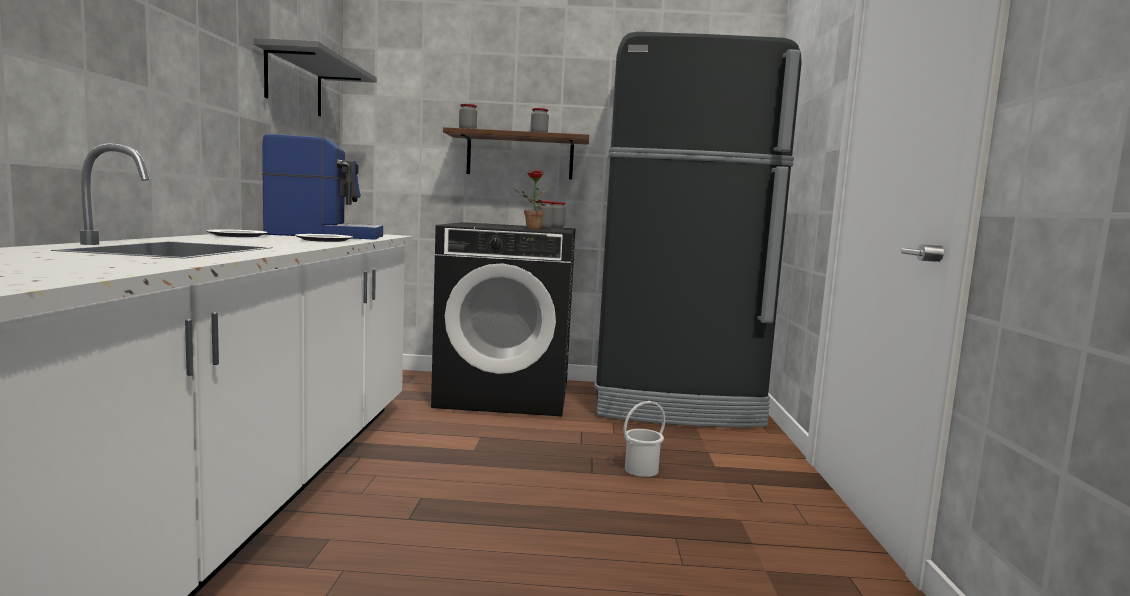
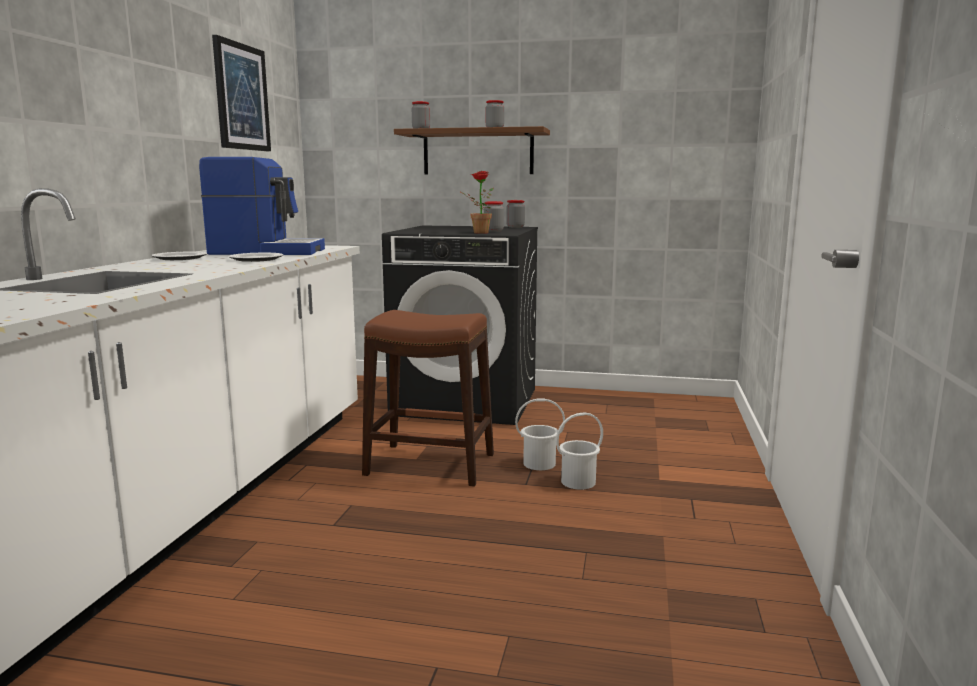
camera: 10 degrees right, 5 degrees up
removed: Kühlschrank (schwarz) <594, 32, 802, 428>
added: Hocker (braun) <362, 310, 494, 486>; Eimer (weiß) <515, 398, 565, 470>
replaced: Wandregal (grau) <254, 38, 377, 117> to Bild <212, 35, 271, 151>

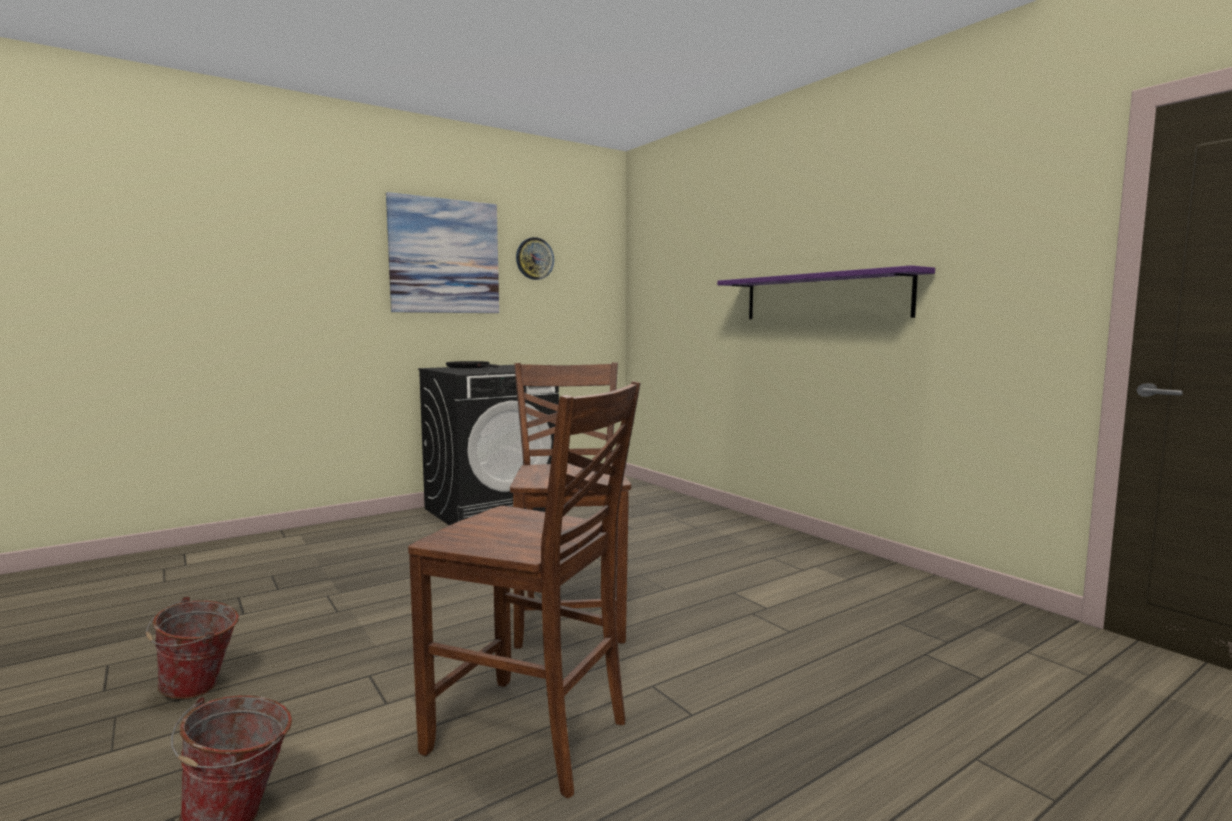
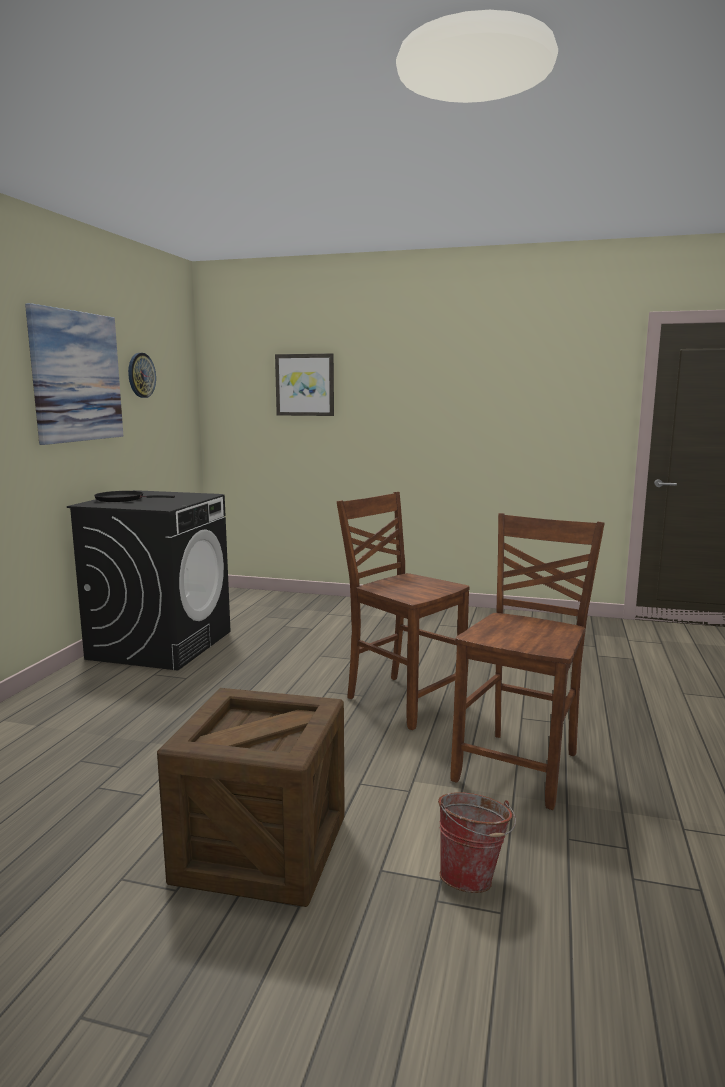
camera: 40 degrees left, 5 degrees up
removed: Wandregal (lila) <717, 265, 935, 319>
added: Bild <275, 353, 334, 416>
replaced: Eimer <146, 597, 239, 699> to Kiste <157, 688, 345, 907>
turned: Stuhl (braun) <408, 381, 640, 798> = <450, 513, 605, 810> 45 degrees counterclockwise

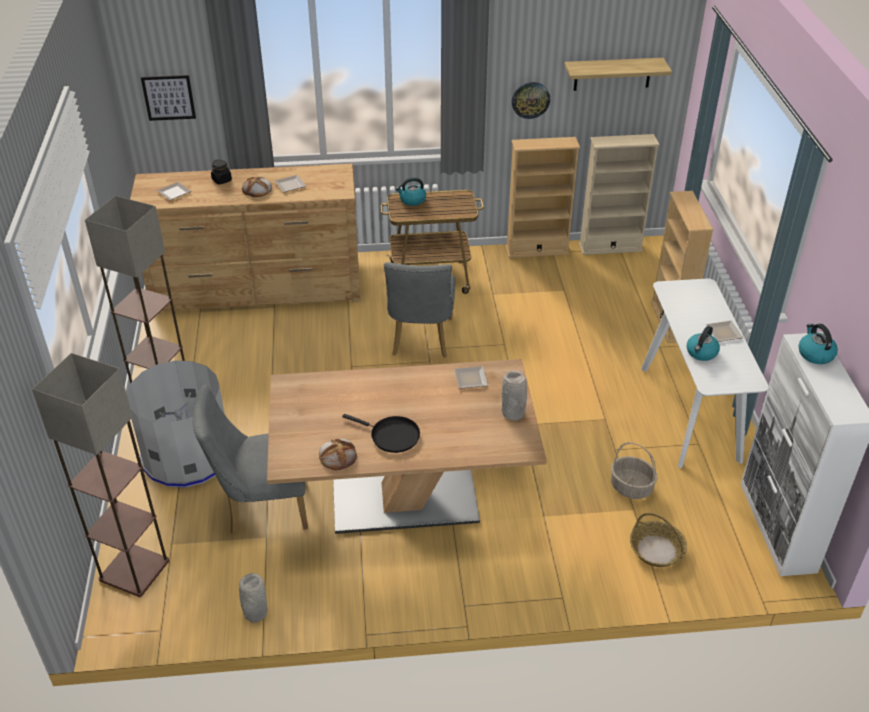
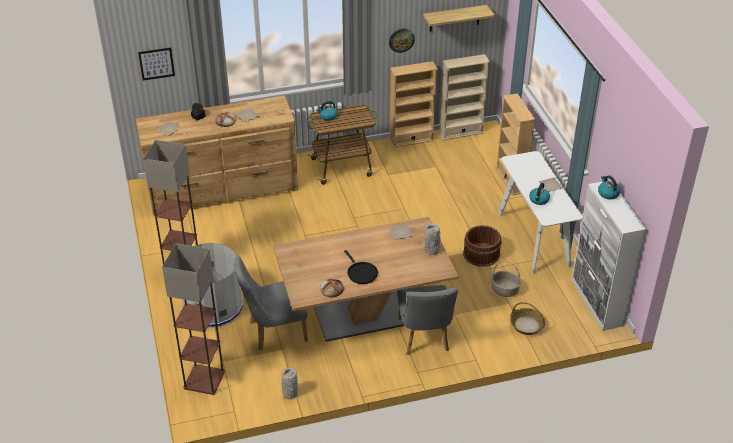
camera: 10 degrees left, 0 degrees up
added: Eimer (braun) <463, 225, 502, 267>
moved: Stuhl (grau) <384, 262, 455, 358> to <397, 285, 458, 354>
turned: Pfanne (schwarz) <342, 414, 420, 453> = <344, 250, 378, 284> 45 degrees clockwise

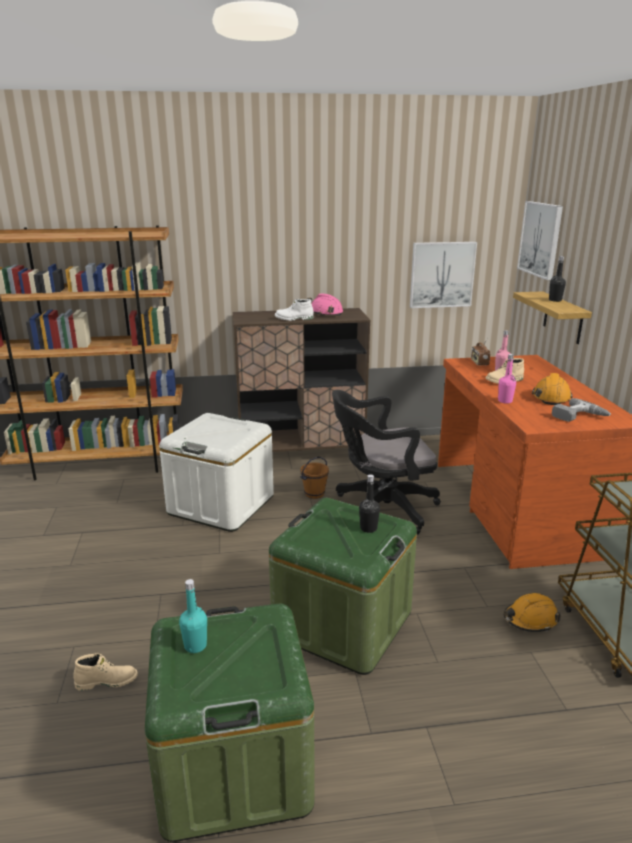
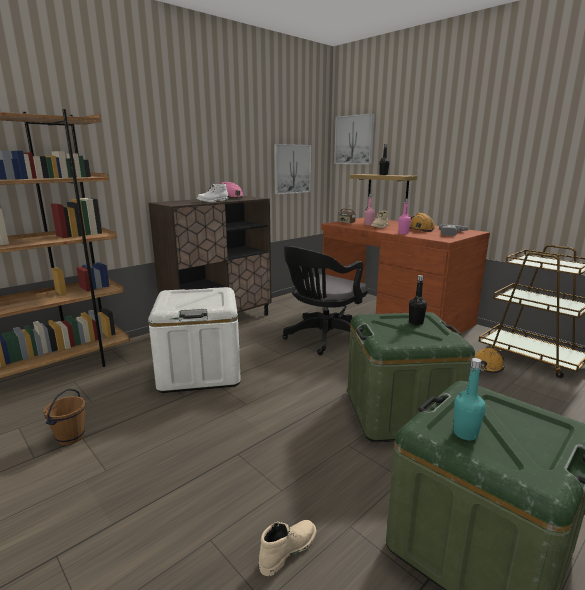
camera: 35 degrees left, 5 degrees down
moved: Eimer (braun) <300, 457, 329, 499> to <43, 389, 86, 445>

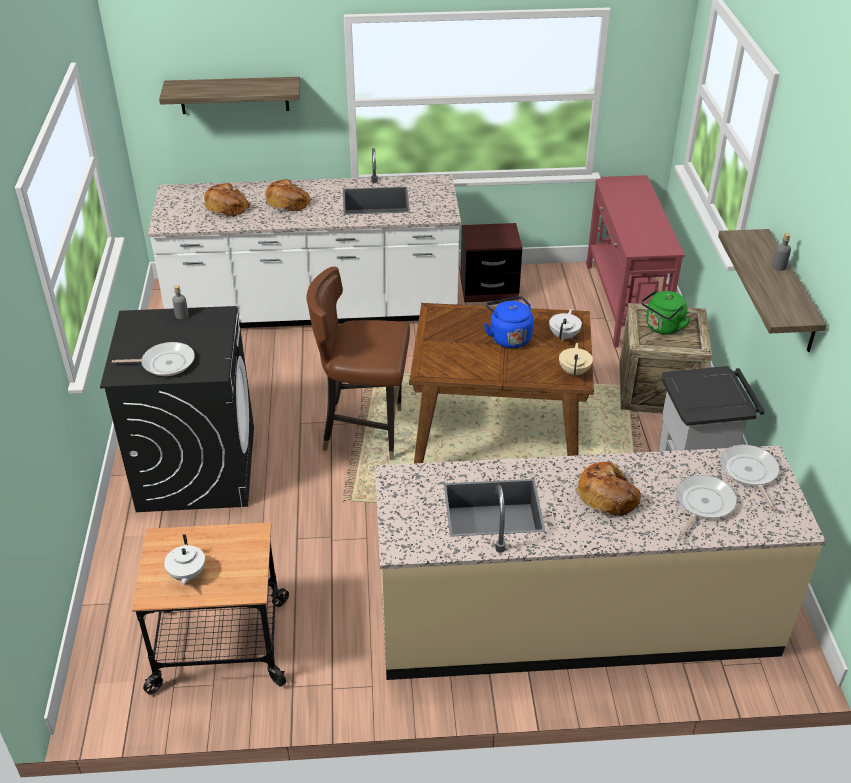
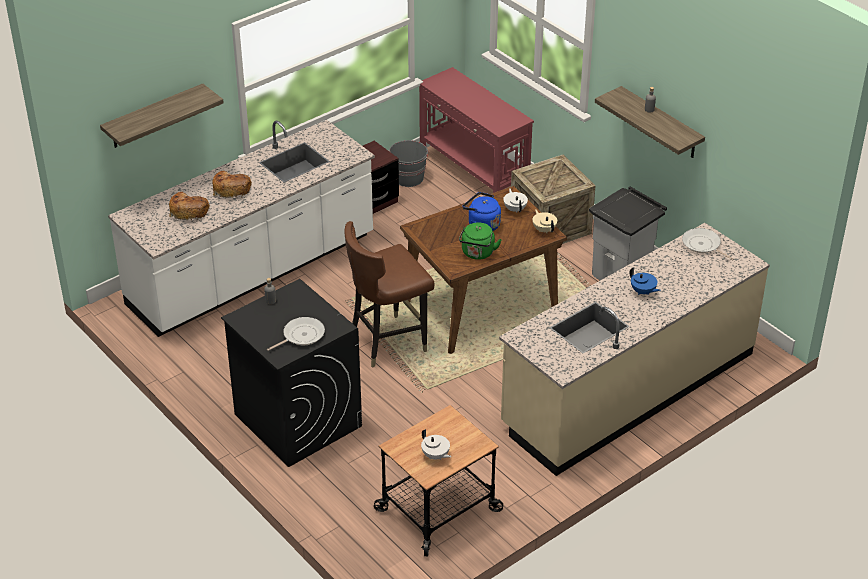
camera: 35 degrees left, 0 degrees up
removed: Pfanne <676, 475, 737, 538>
added: Eimer (grau) <389, 140, 429, 187>
moved: Wasserkessel (grün) <641, 290, 690, 335> to <459, 222, 502, 260>
replaced: Brot <575, 462, 641, 517> to Teekanne (blau) <629, 267, 661, 295>

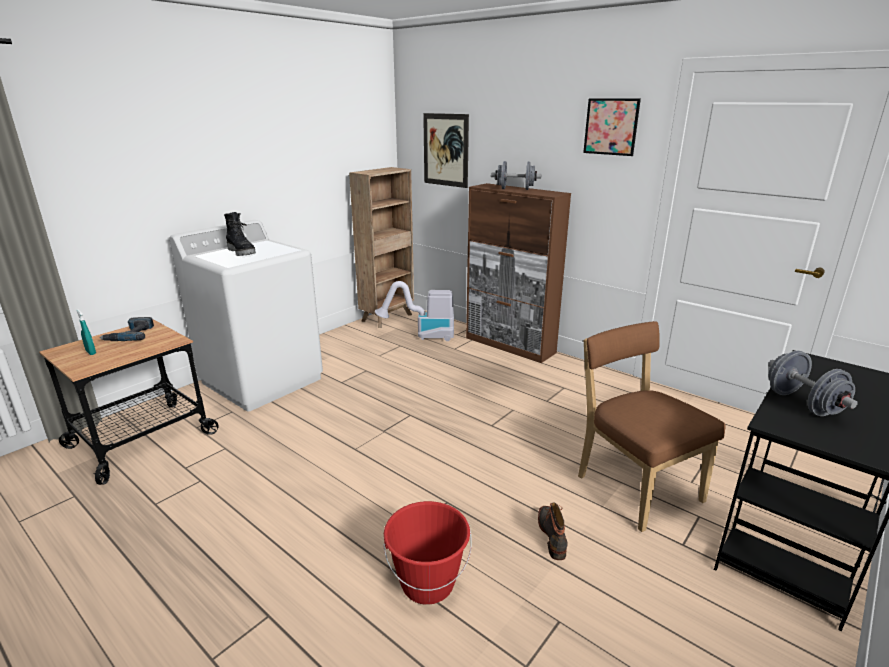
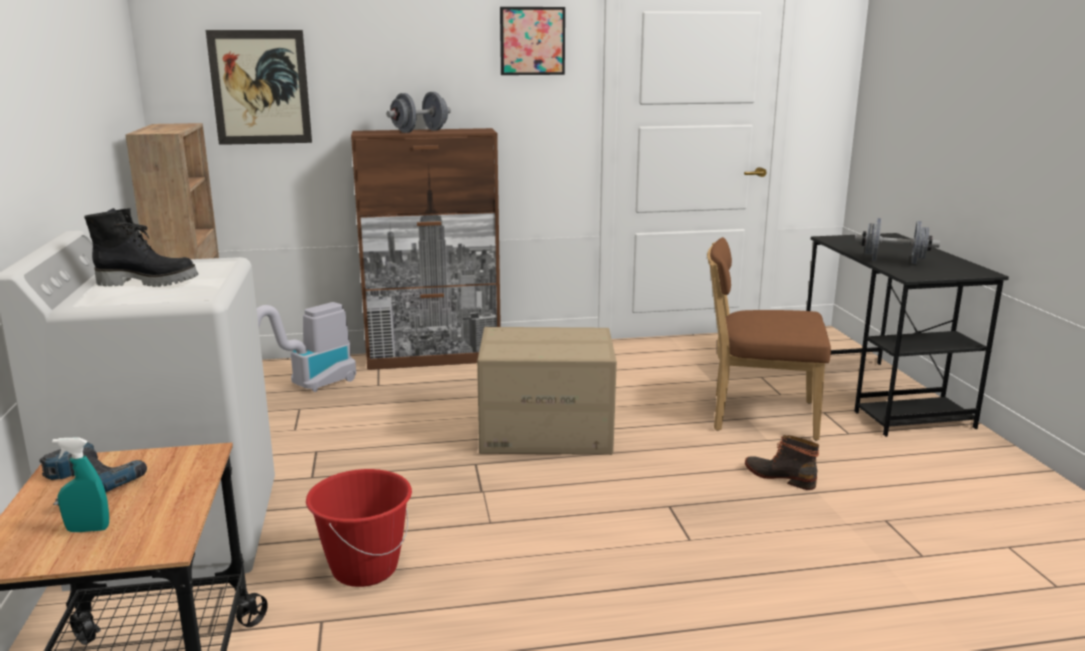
camera: 50 degrees left, 5 degrees down
added: Karton <477, 327, 617, 455>
moved: Eimer (rot) <383, 501, 472, 605> to <306, 469, 412, 587>

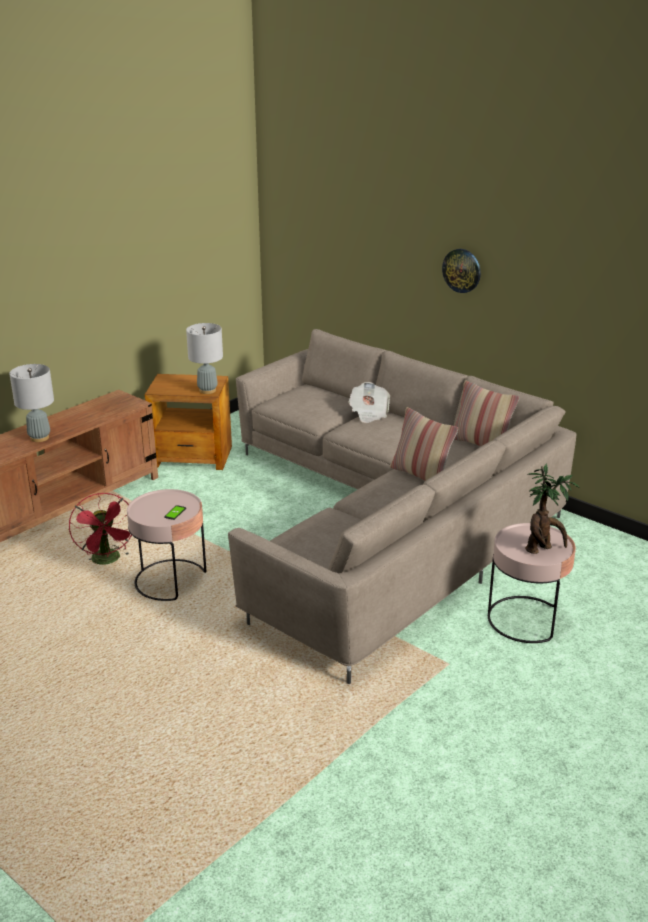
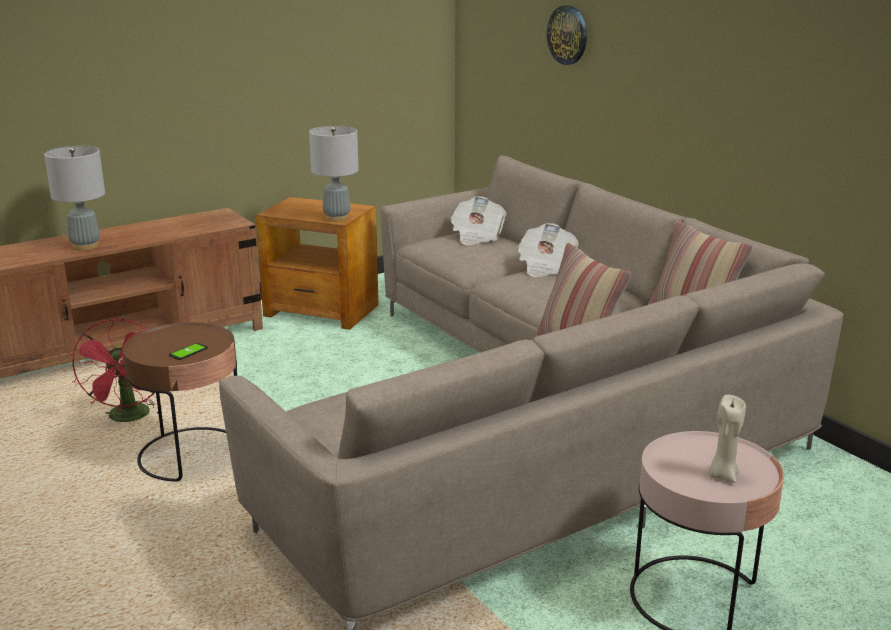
camera: 15 degrees right, 5 degrees down
added: Zeitung <450, 196, 507, 245>
moved: Wanduhr <442, 249, 481, 293> to <547, 5, 587, 65>
replaced: Topfpflanze <525, 463, 580, 554> to Kerze (beige) <708, 395, 746, 483>
recoloured: Beistelltisch (rosa) <127, 489, 206, 601> to Beistelltisch (braun) <123, 322, 237, 481>

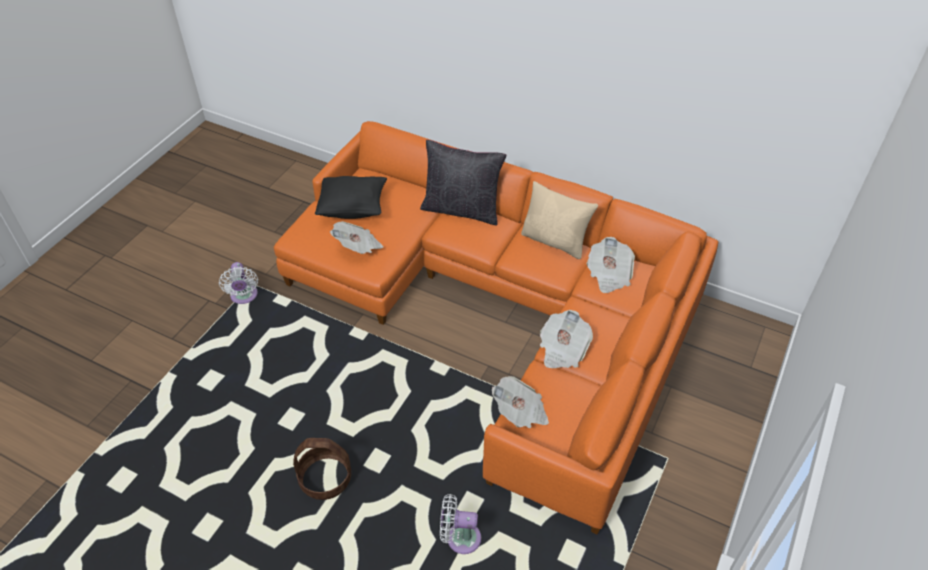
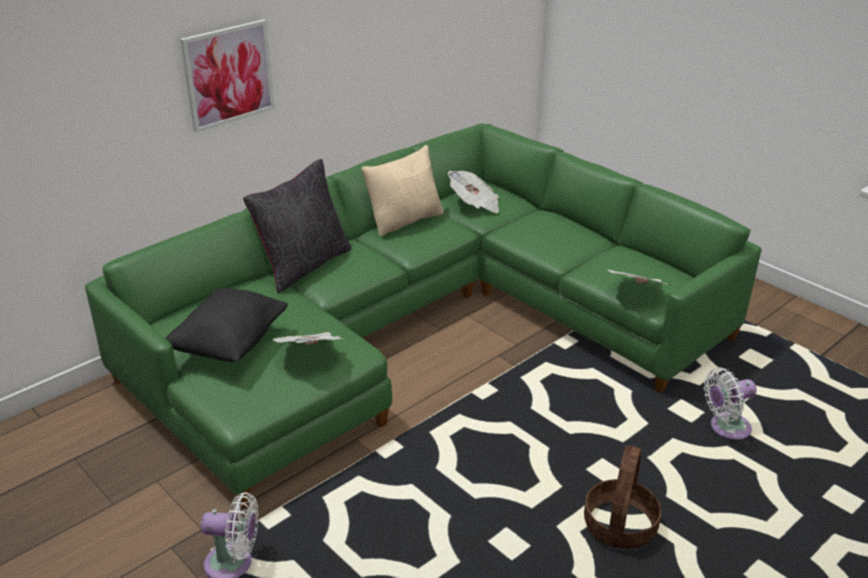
camera: 70 degrees left, 15 degrees down
removed: Zeitung <540, 310, 593, 368>
added: Bild <180, 19, 275, 133>
recoloured: Sofa (orange) <274, 121, 718, 534> to Sofa (grün) <85, 124, 762, 509>
turned: Ventilator (weiß) <440, 494, 481, 554> = <704, 367, 757, 440> 45 degrees clockwise

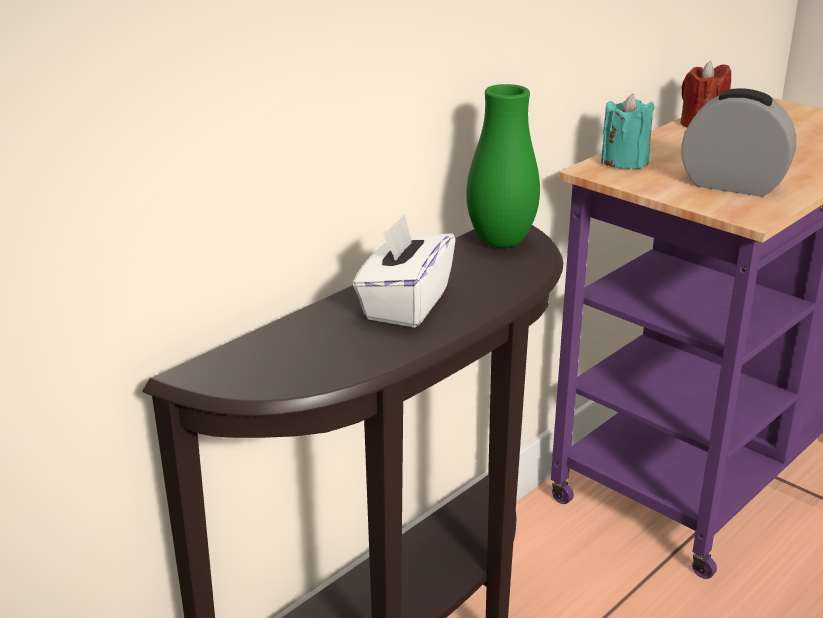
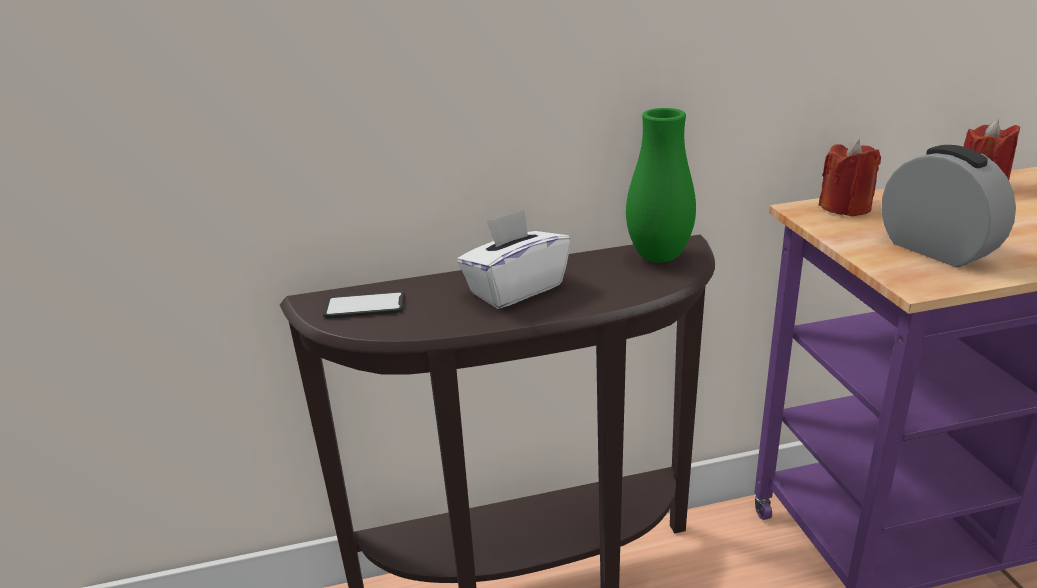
camera: 35 degrees right, 0 degrees up
added: Handy <323, 291, 405, 319>
recoloured: Kerze (türkis) <601, 93, 655, 169> to Kerze (rot) <819, 139, 881, 216>

